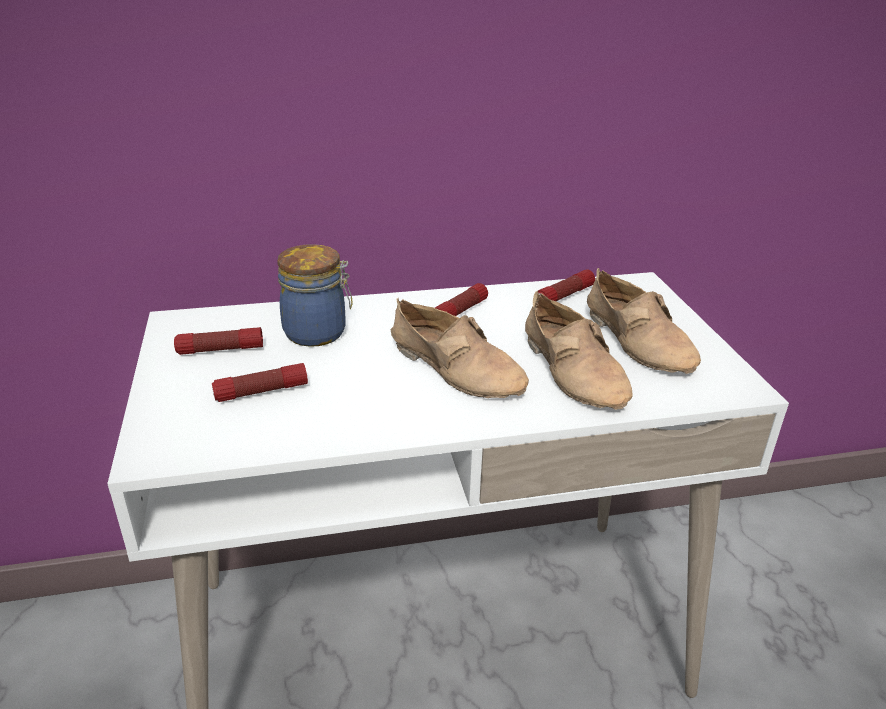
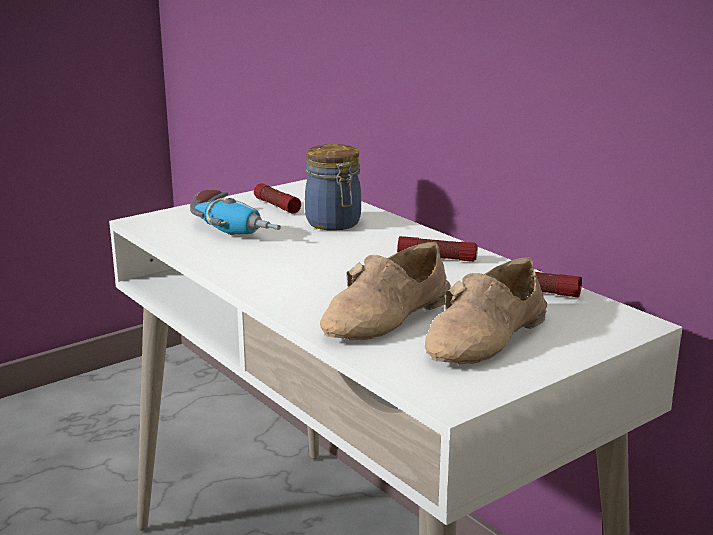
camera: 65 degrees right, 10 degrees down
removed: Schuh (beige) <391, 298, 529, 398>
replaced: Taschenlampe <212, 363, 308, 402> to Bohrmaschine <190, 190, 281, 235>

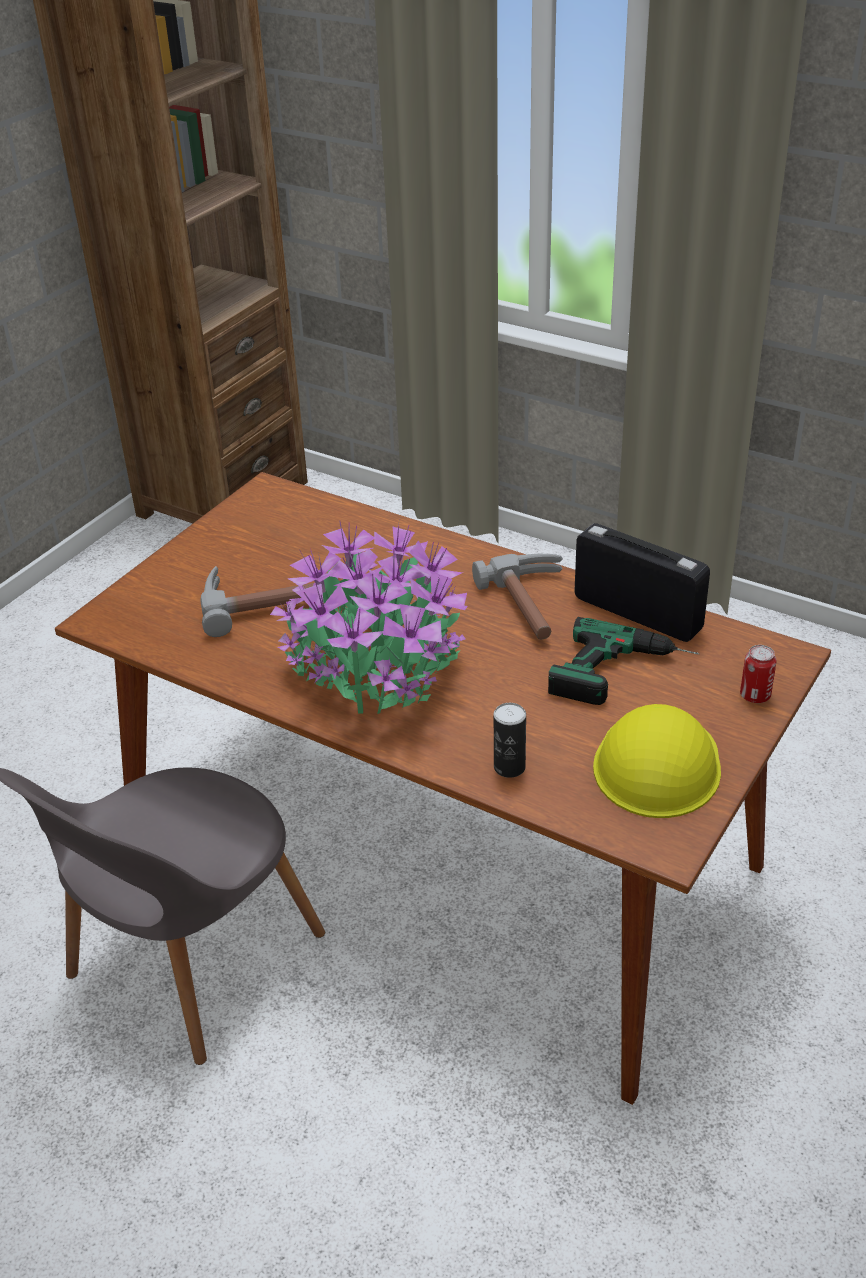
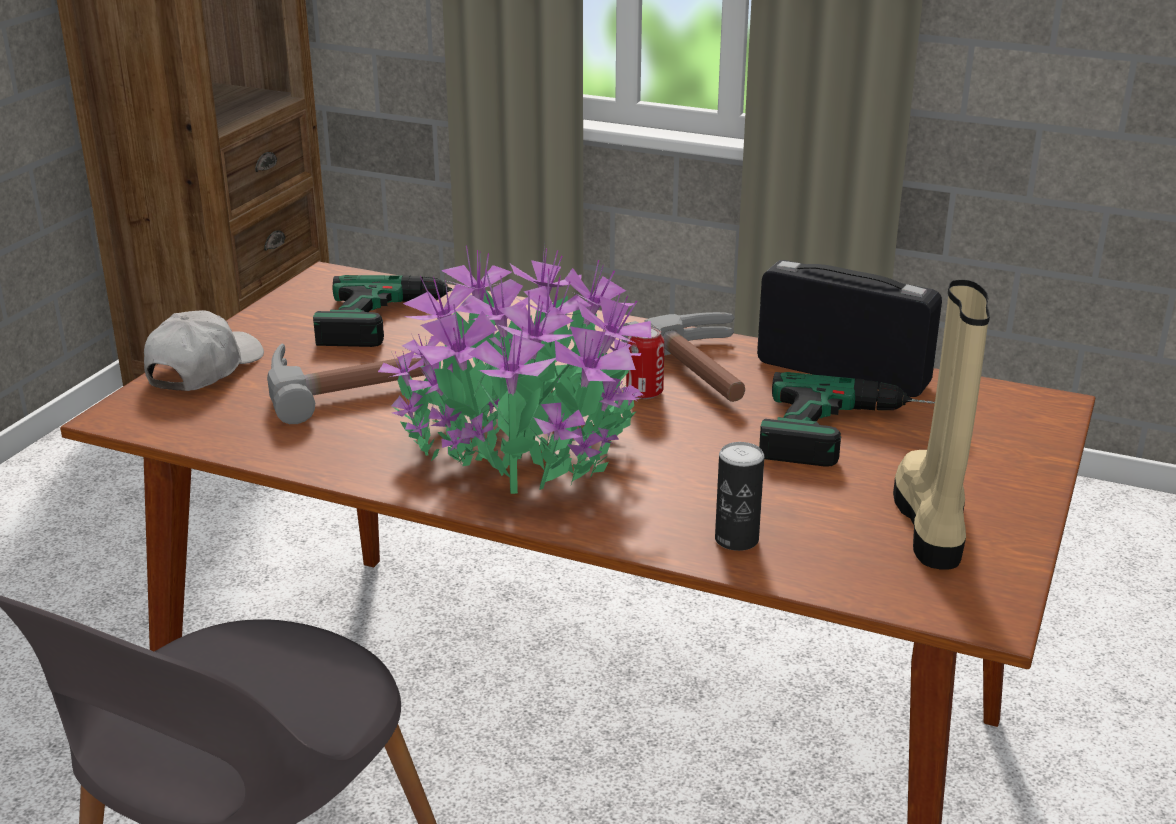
camera: 10 degrees left, 10 degrees down
added: Kappe (weiß) <144, 310, 264, 391>; Bohrmaschine <313, 275, 453, 347>
moved: Dose <740, 645, 777, 703> to <626, 326, 664, 399>
replaced: Schutzhelm (gelb) <593, 704, 721, 818> to Stiefel (beige) <893, 280, 990, 570>

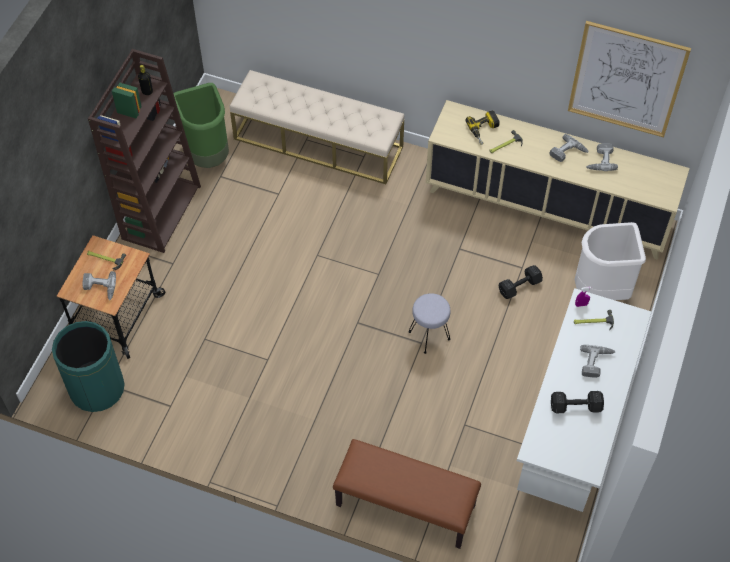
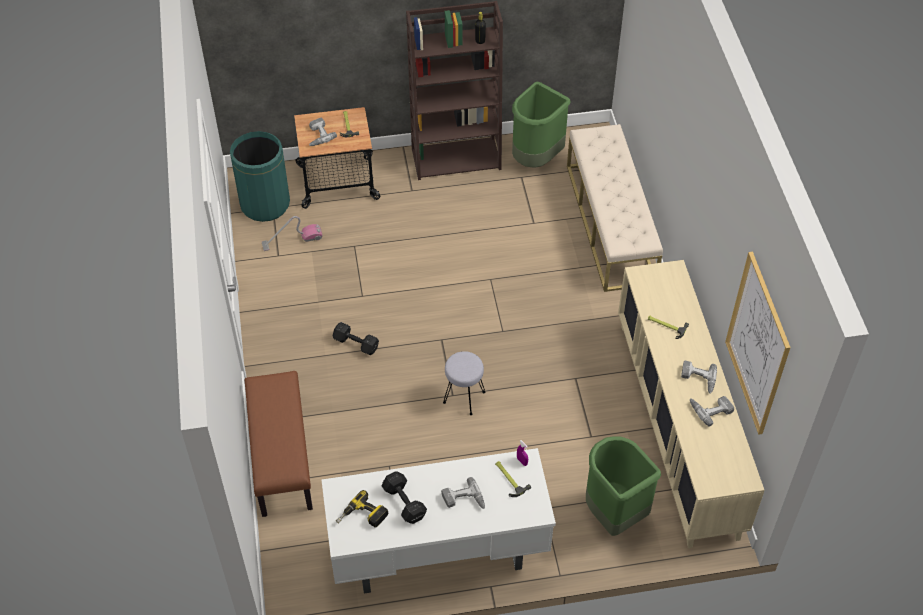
camera: 60 degrees right, 5 degrees down
added: Staubsauger <262, 216, 323, 251>
moved: Bohrmaschine <466, 110, 500, 145> to <336, 490, 388, 527>; Hantel (schwarz) <499, 265, 543, 299> to <333, 322, 379, 355>
recoloured: Mülleimer (weiß) <575, 222, 646, 300> to Mülleimer (grün) <586, 436, 661, 536>

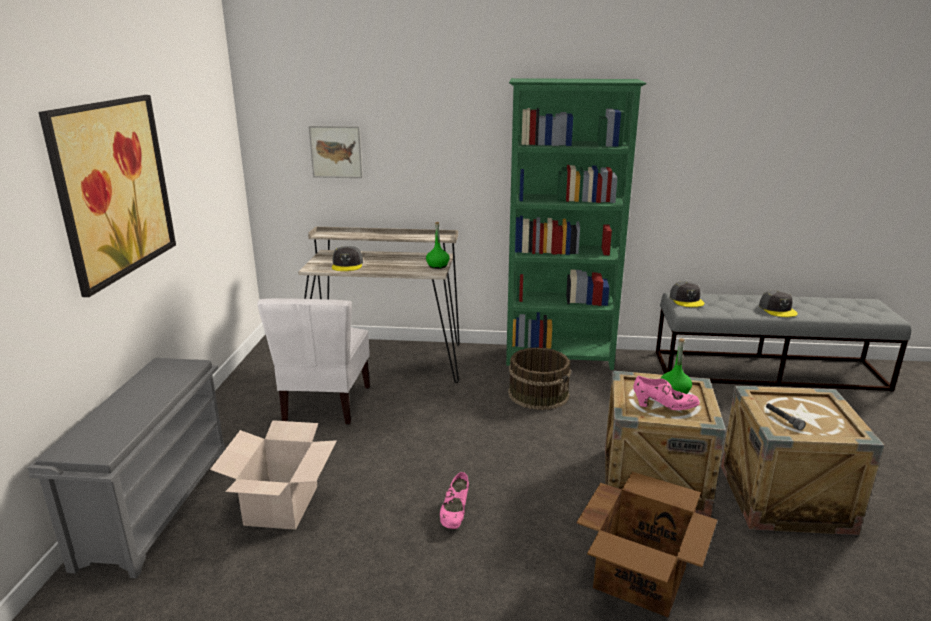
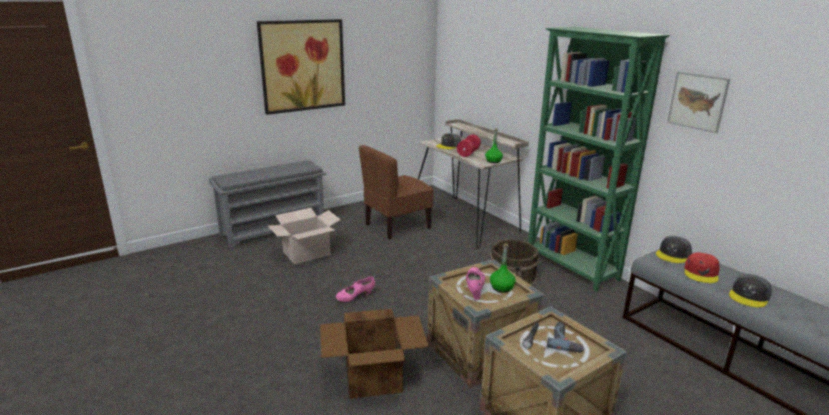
camera: 50 degrees right, 0 degrees up
added: Hantel (rot) <457, 134, 481, 157>; Bohrmaschine <547, 322, 585, 353>; Kappe (rot) <685, 252, 720, 283>
moved: Bild <309, 126, 363, 178> to <667, 71, 730, 133>
recoloured: Stuhl (weiß) <257, 298, 370, 425> to Stuhl (braun) <359, 145, 434, 239>
turned: Schuh (rosa) <633, 376, 700, 410> = <466, 267, 485, 300> 150 degrees counterclockwise

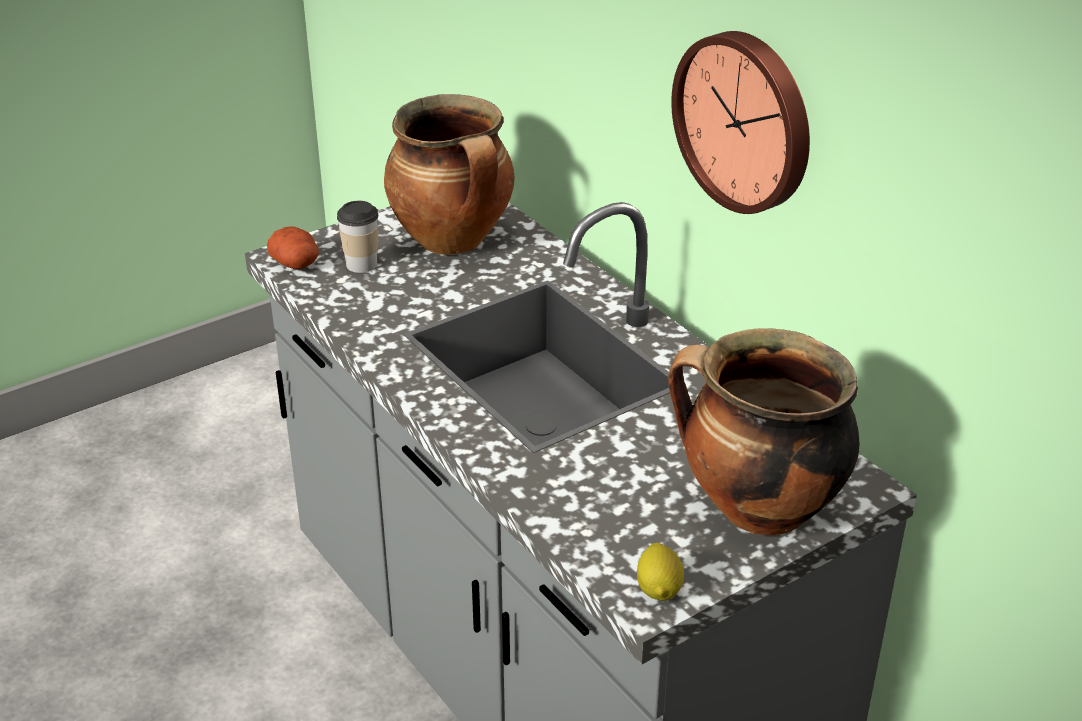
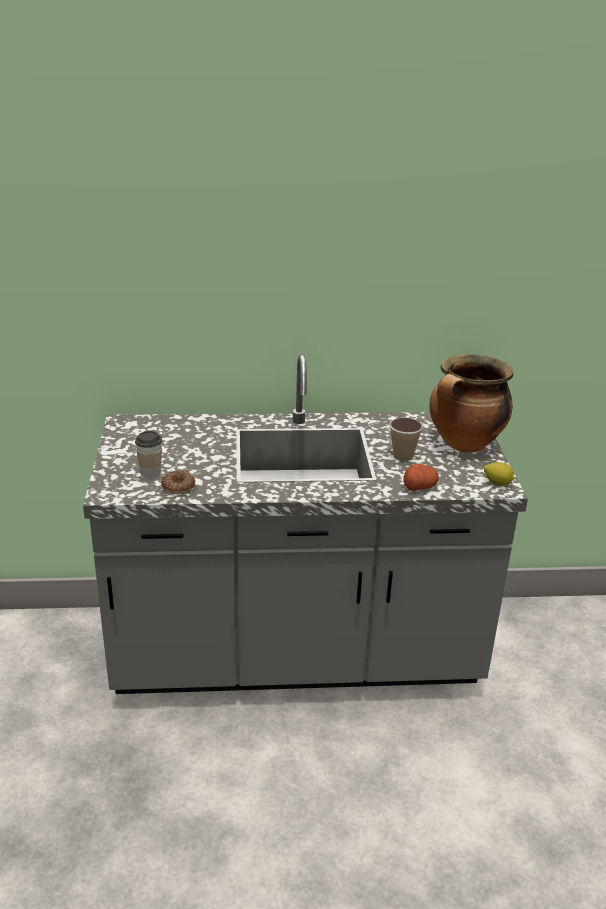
camera: 60 degrees left, 5 degrees down
removed: Kochtopf <384, 94, 514, 255>; Wanduhr <671, 31, 810, 214>
added: Donut <161, 470, 195, 494>; Tasse <389, 418, 423, 461>
moved: Kartoffel <267, 226, 319, 269> to <404, 463, 439, 491>

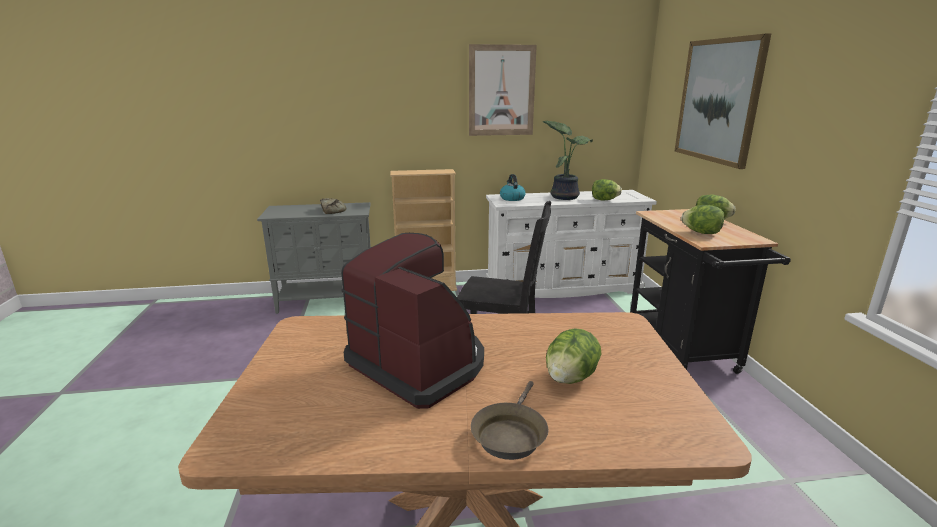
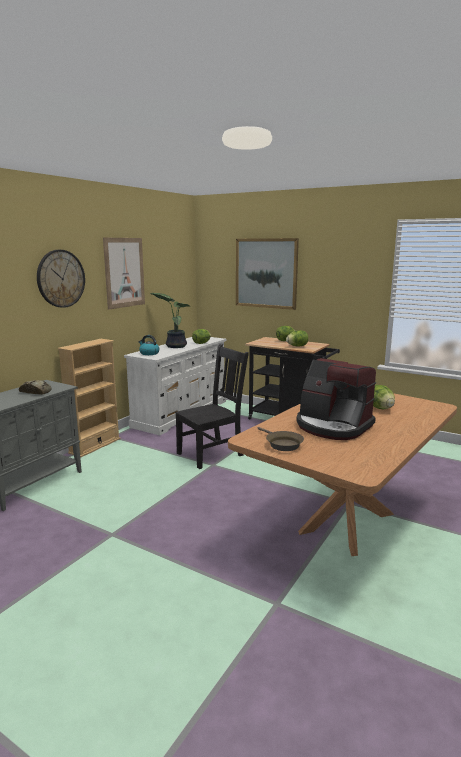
camera: 50 degrees left, 5 degrees down
added: Wanduhr <37, 250, 85, 308>
moved: Pfanne (braun) <471, 381, 548, 460> to <258, 427, 304, 451>
turned: Kaffeemaschine <341, 233, 484, 409> = <297, 358, 376, 440> 135 degrees counterclockwise

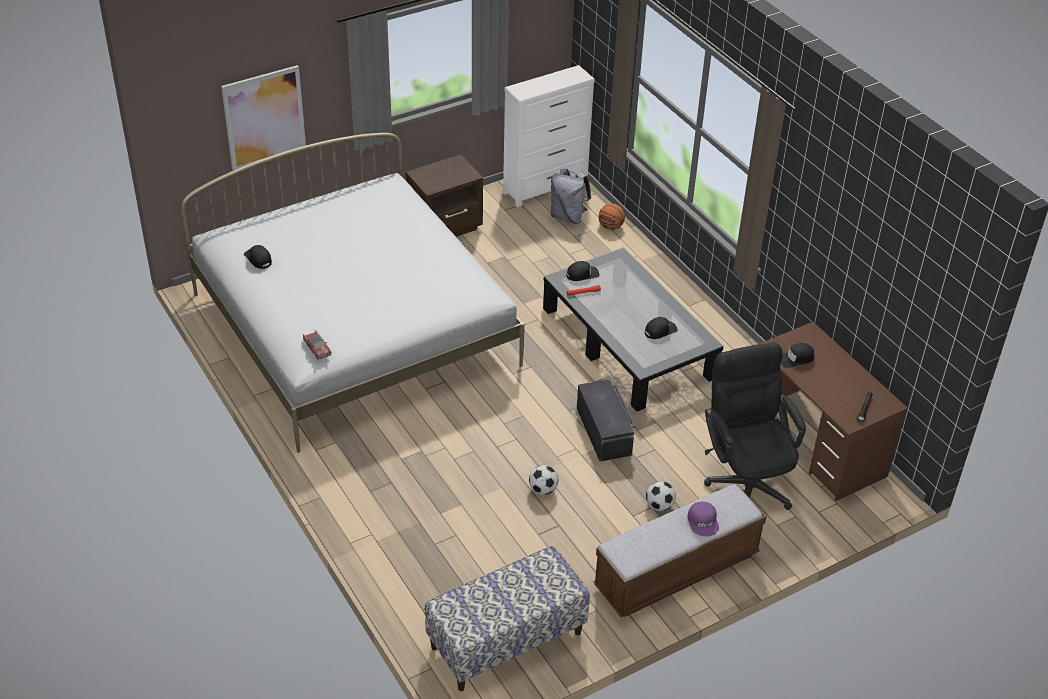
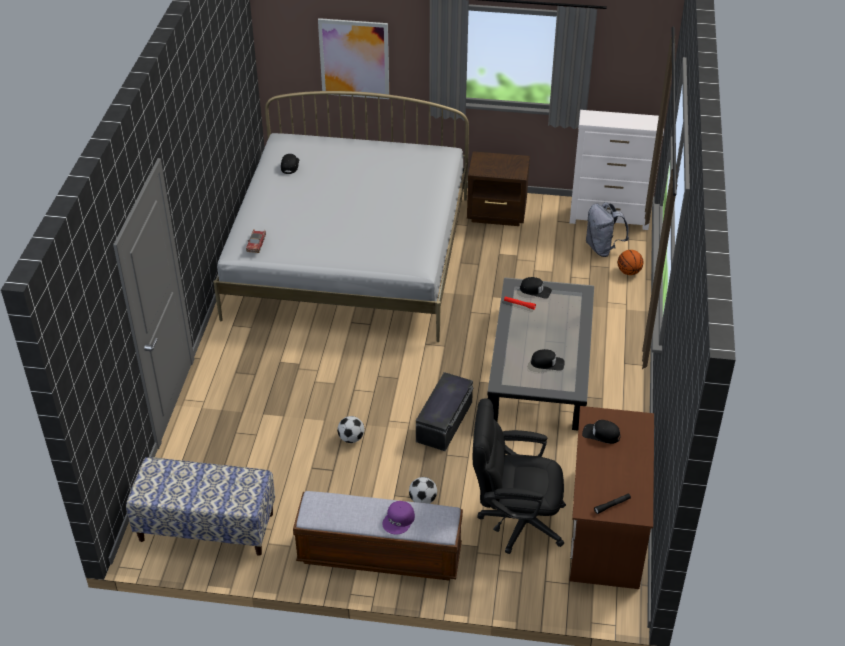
camera: 40 degrees right, 0 degrees up
turned: Bürostuhl (schwarz) <704, 342, 806, 510> = <473, 398, 566, 554> 105 degrees counterclockwise

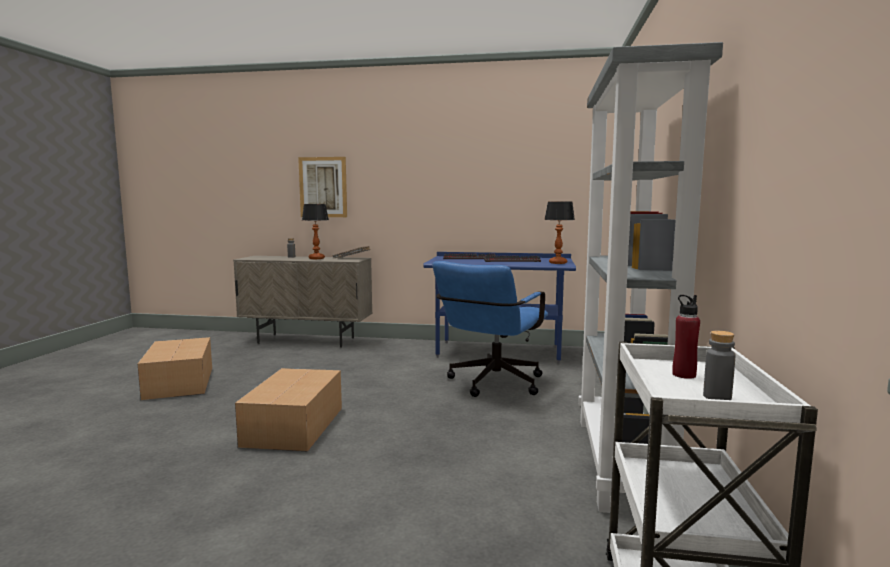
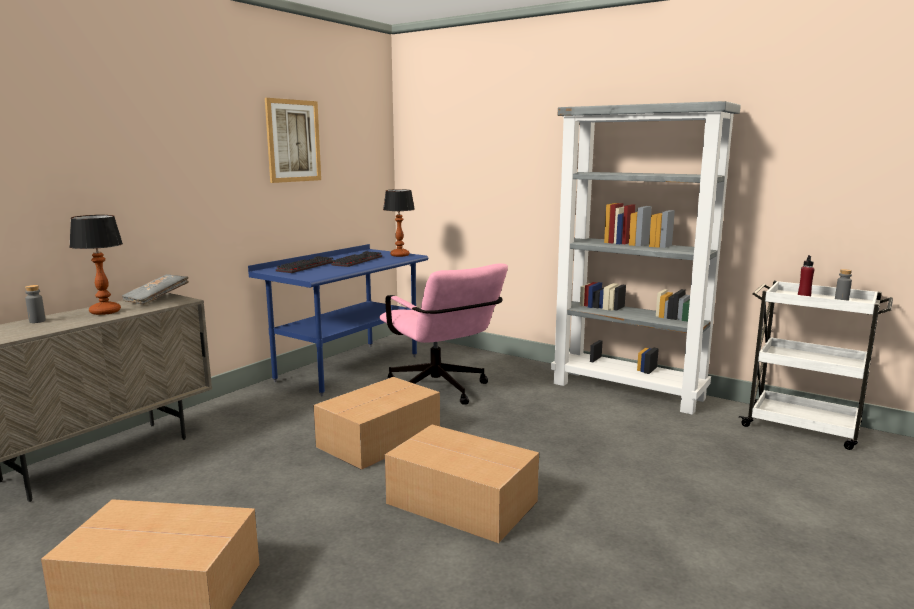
camera: 65 degrees left, 5 degrees up
added: Karton <314, 377, 440, 470>
moved: Bild <298, 157, 347, 217> to <265, 98, 321, 183>
recoloured: Bürostuhl (blau) <432, 261, 548, 397> to Bürostuhl (rosa) <379, 263, 508, 405>

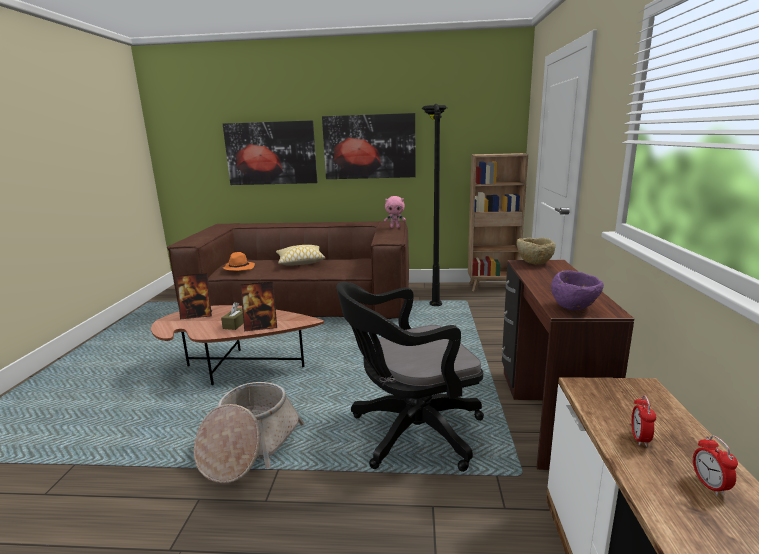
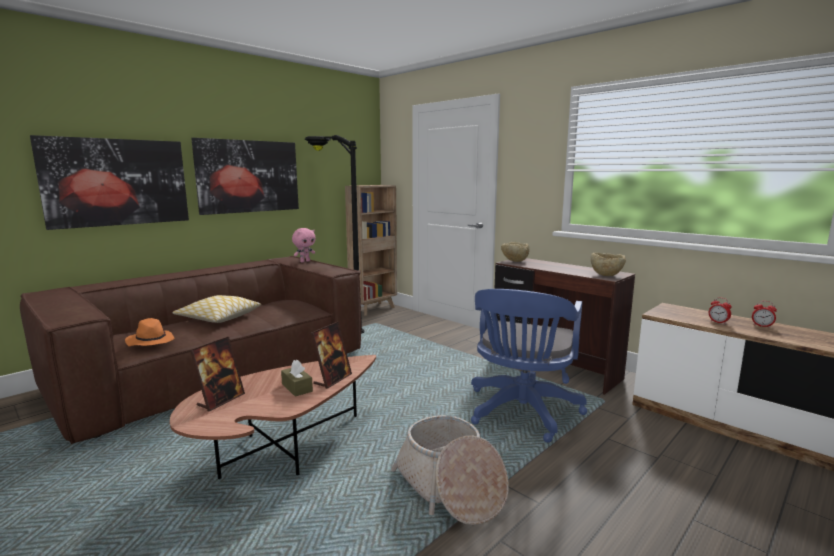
camera: 50 degrees left, 5 degrees down
recoloured: Bürostuhl (schwarz) <336, 282, 484, 472> to Bürostuhl (blau) <471, 289, 587, 443>; Schüssel (lila) <551, 271, 604, 310> to Schüssel (beige) <591, 253, 626, 276>

